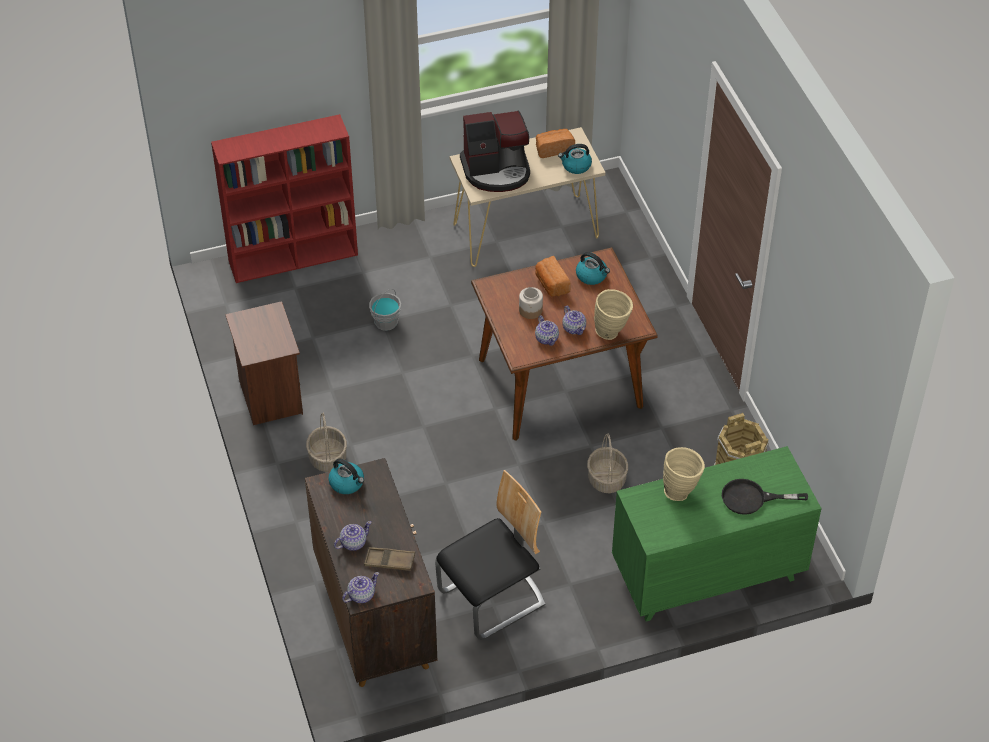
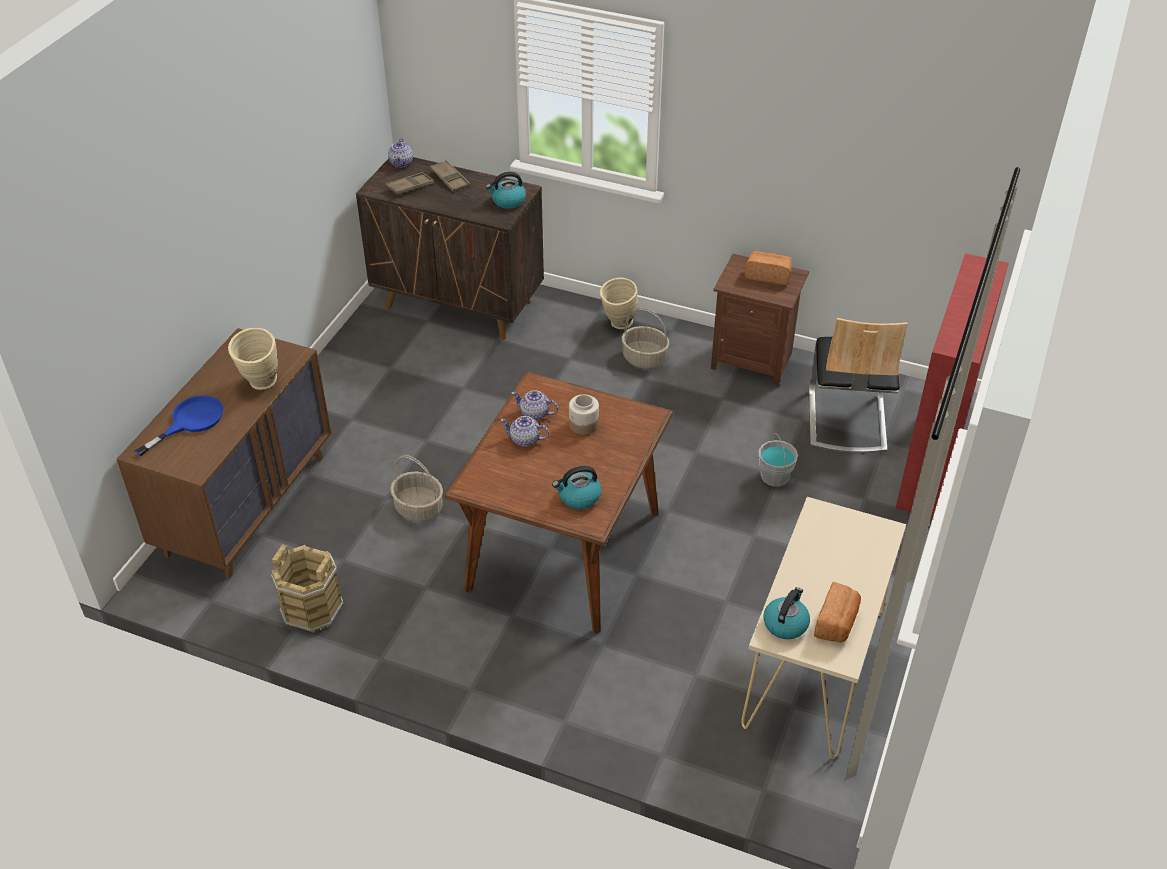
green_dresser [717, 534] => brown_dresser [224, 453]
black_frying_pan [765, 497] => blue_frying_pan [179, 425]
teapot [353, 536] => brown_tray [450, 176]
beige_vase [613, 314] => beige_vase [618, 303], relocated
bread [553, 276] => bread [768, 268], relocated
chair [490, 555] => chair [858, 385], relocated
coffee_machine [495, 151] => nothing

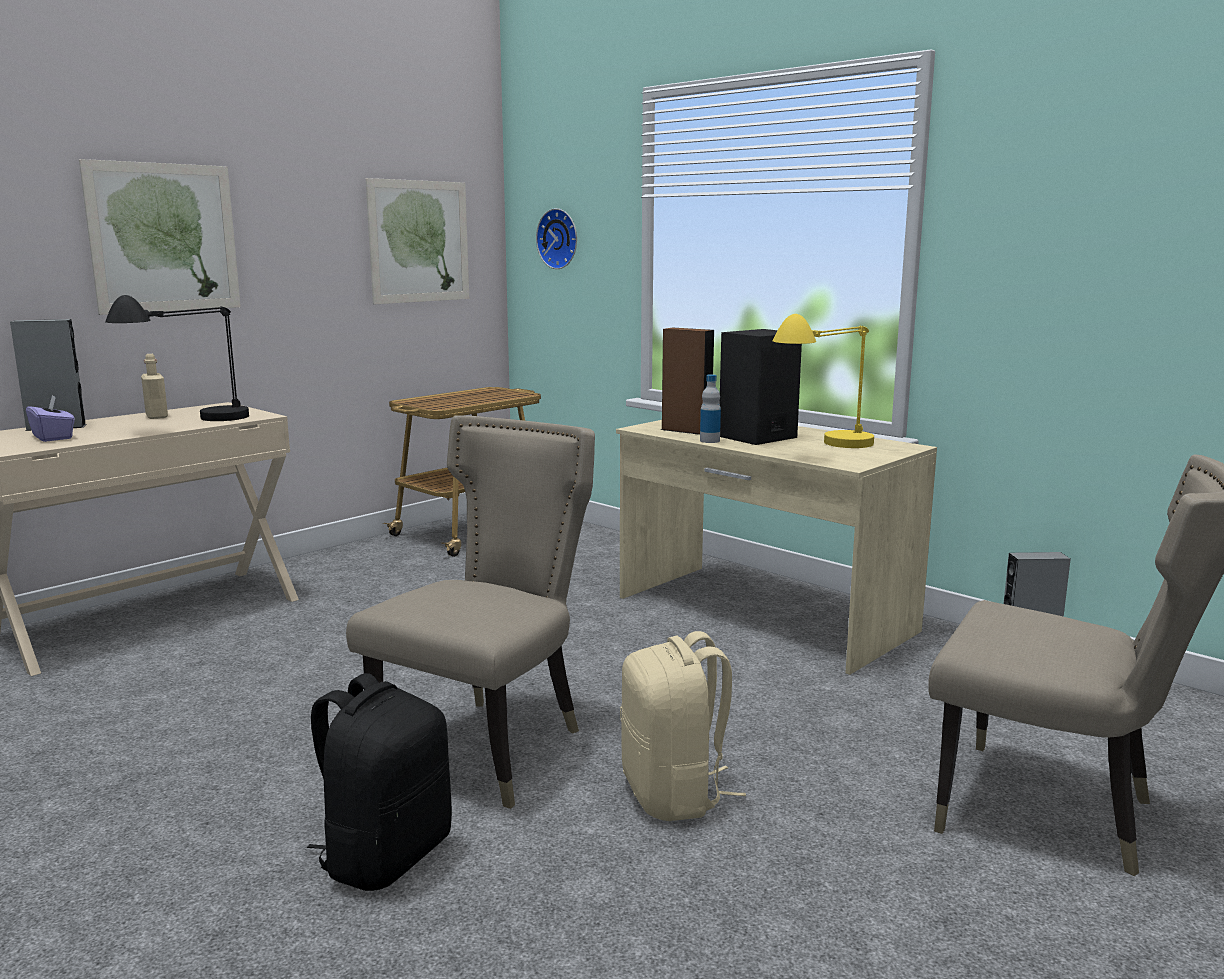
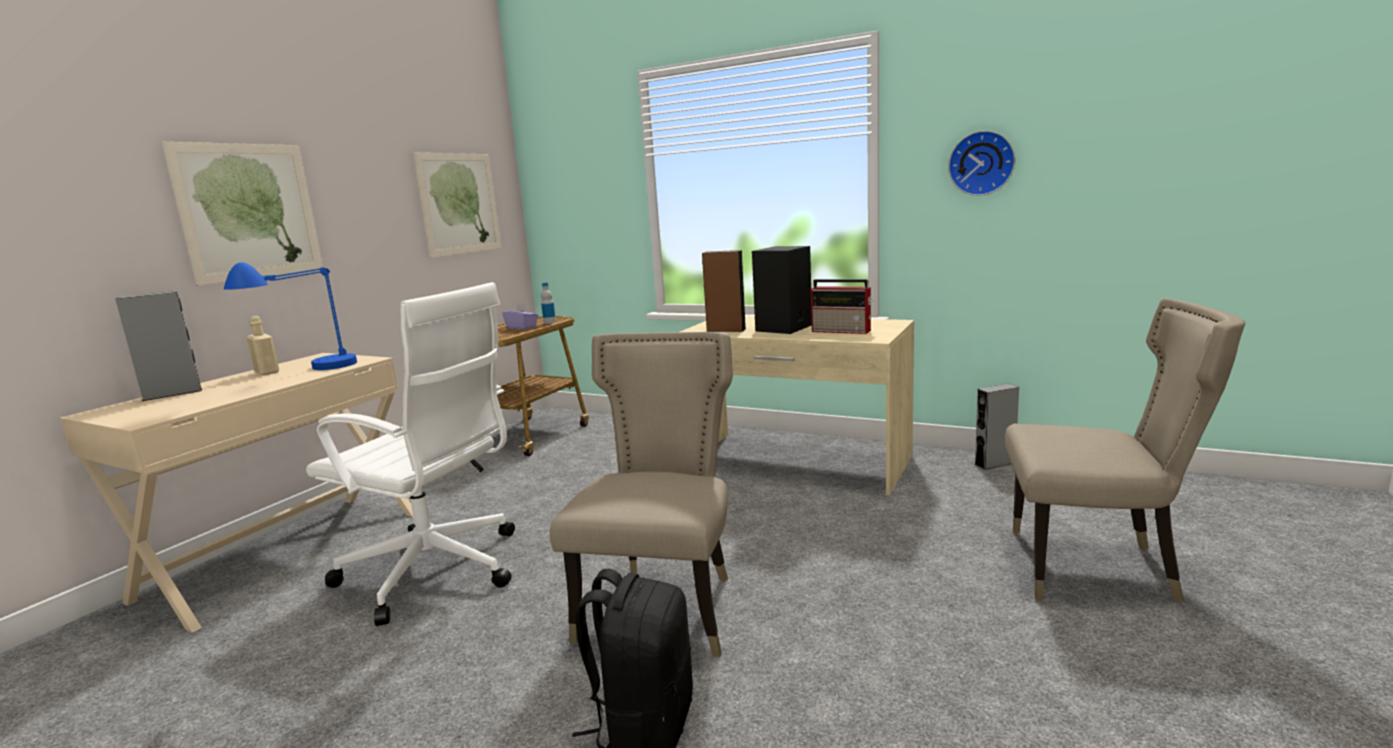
black_table_lamp [177, 358] => blue_table_lamp [290, 316]
nothing => white_office_chair [410, 454]
purple_tissue_box [50, 418] => purple_tissue_box [520, 316], relocated
bottle [710, 408] => bottle [548, 303], relocated
yellow_table_lamp [823, 381] => radio [842, 306]
wall_clock [556, 238] => wall_clock [981, 163], relocated
beige_backpack [683, 726] => nothing

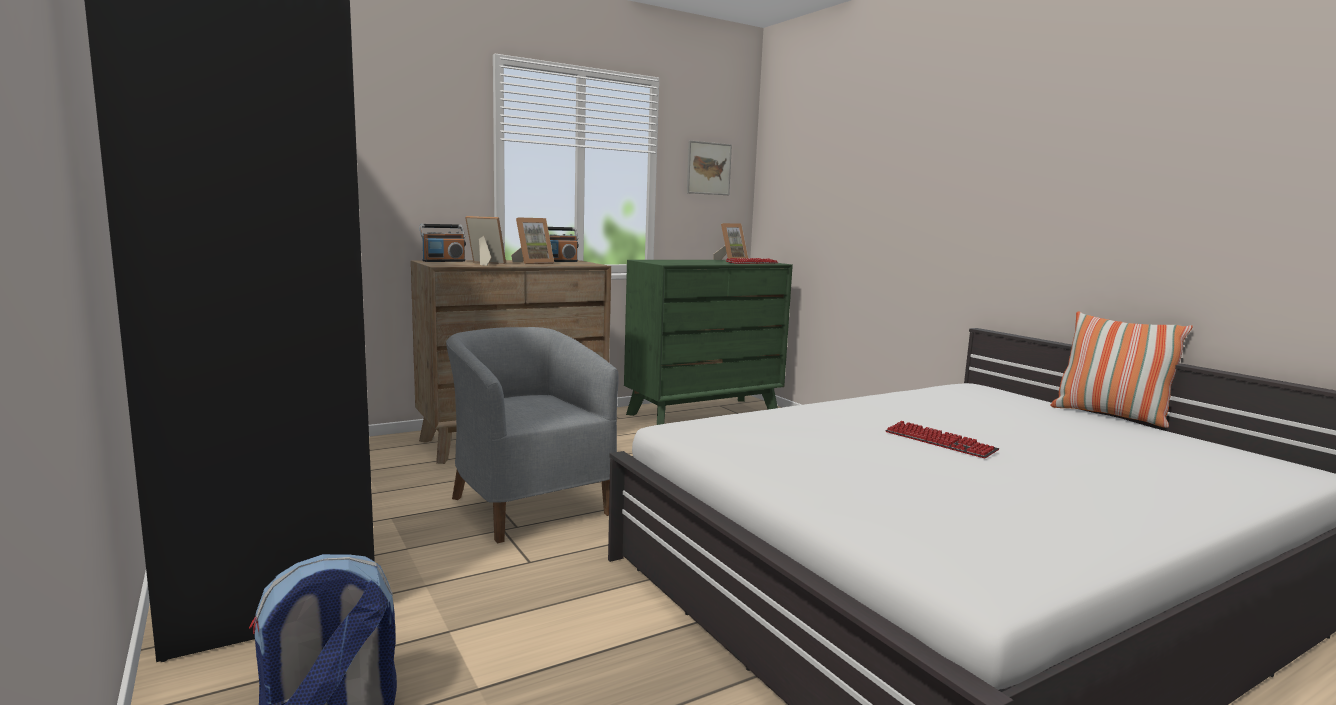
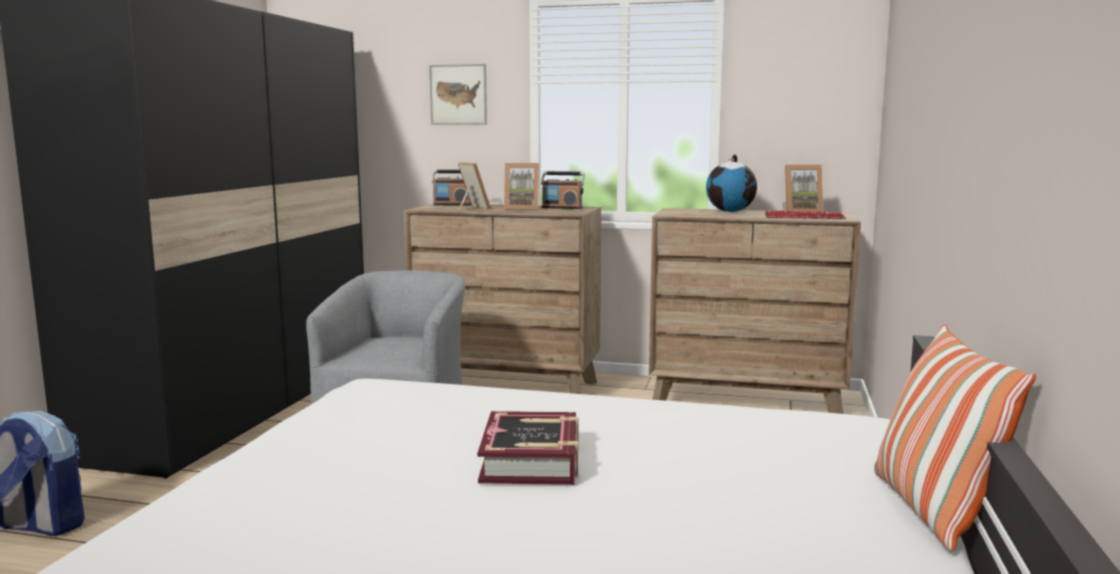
picture [709, 167] => picture [458, 94], relocated
keyboard [942, 439] => book [528, 448]
green_dresser [708, 342] => brown_dresser [755, 311]
nothing => globe [731, 183]

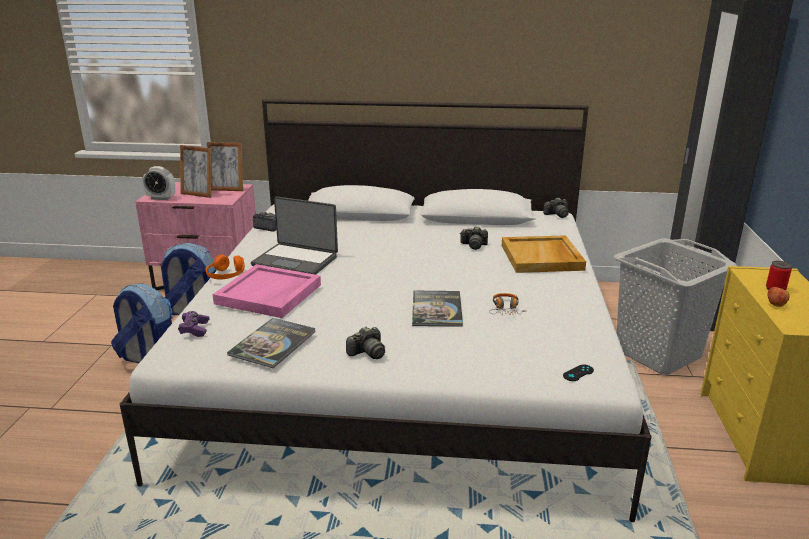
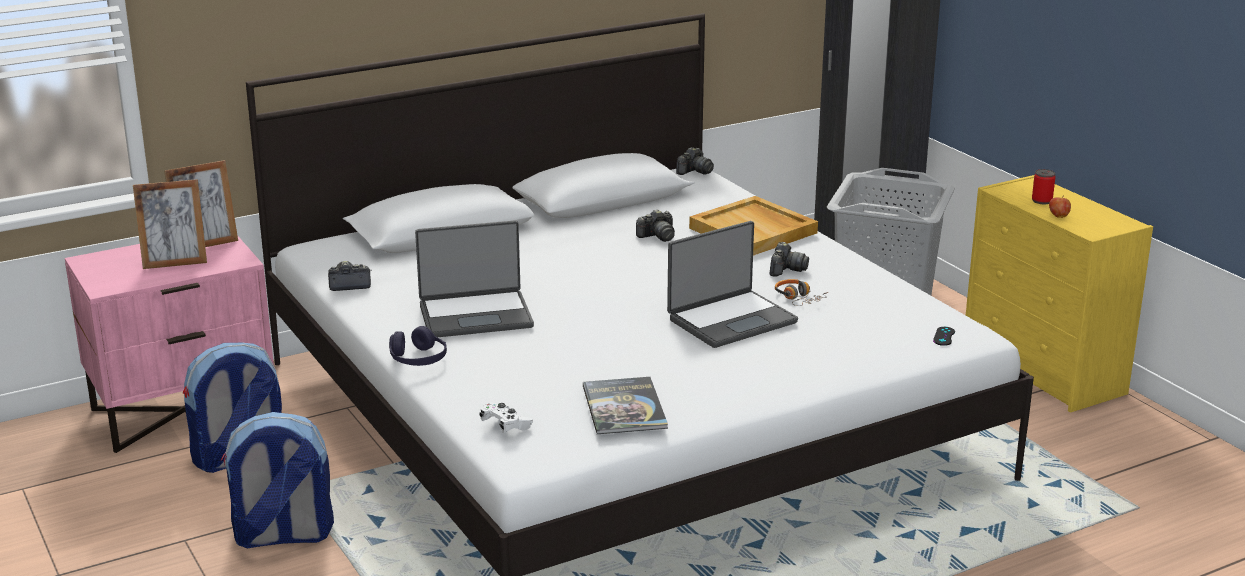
orange_headphones [225, 267] => purple_headphones [418, 346]
purple_game_controller [194, 324] => white_game_controller [506, 418]
book [437, 309] => laptop [732, 284]
photo_camera [365, 342] => photo_camera [789, 259], relocated
alarm_clock [158, 183] => nothing
pink_tray [267, 291] => nothing

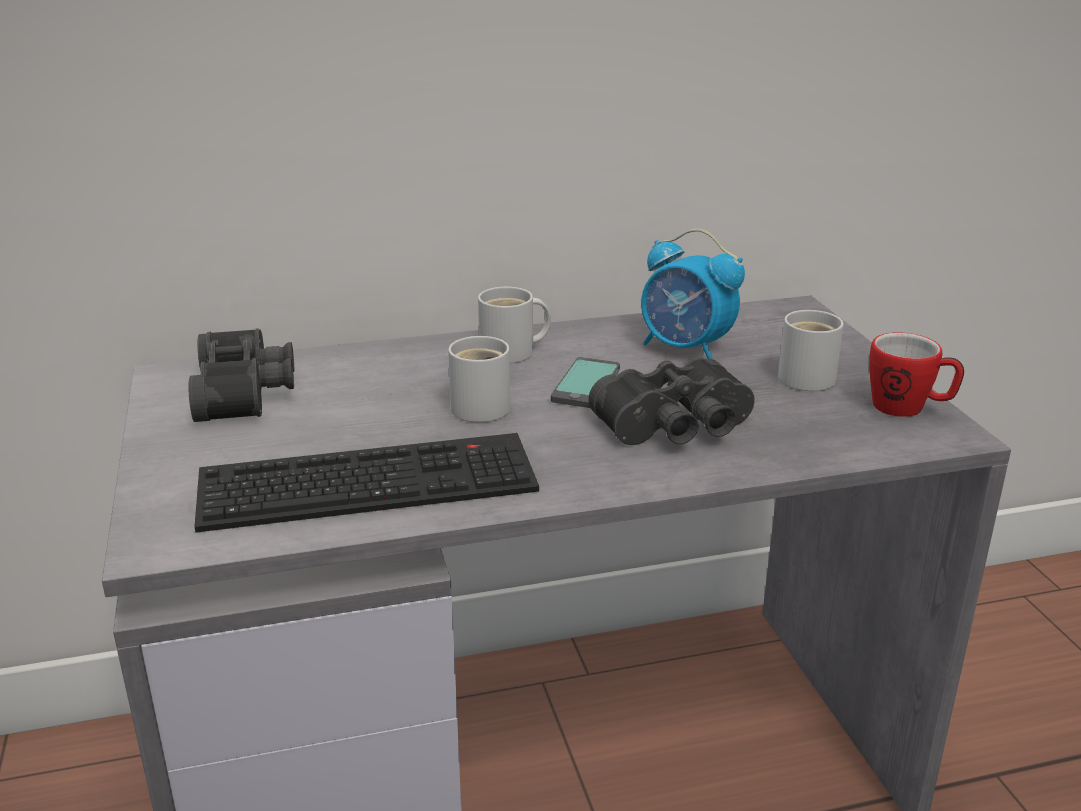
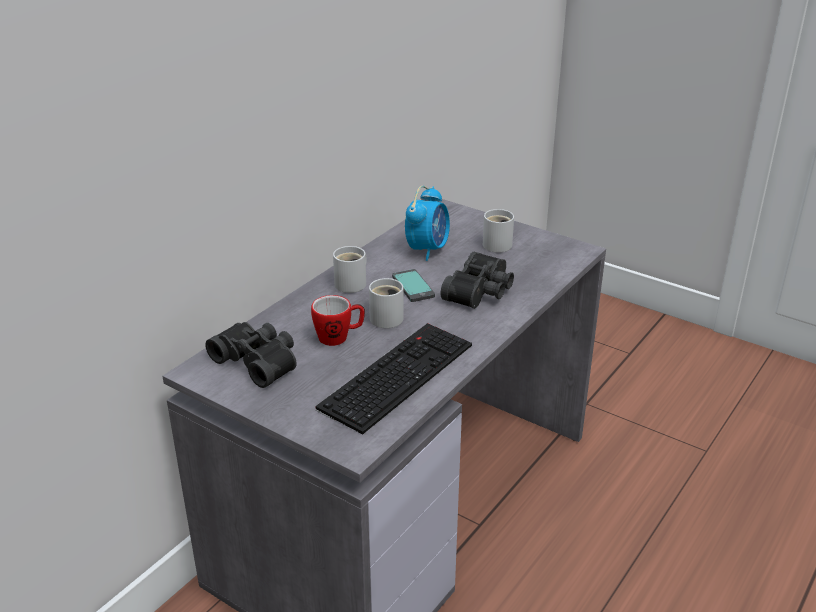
mug [916, 374] => mug [338, 320], relocated
alarm_clock [693, 294] => alarm_clock [427, 223], 60 degrees counterclockwise

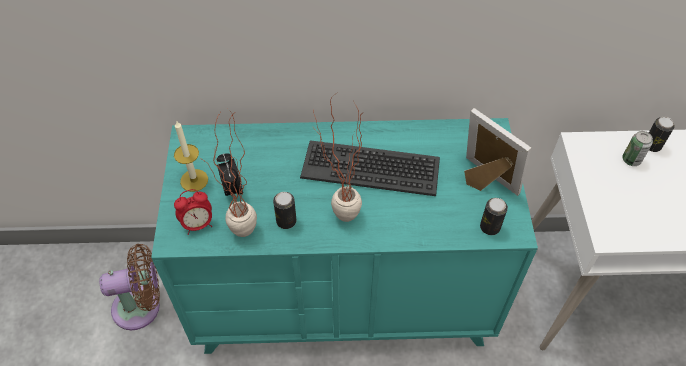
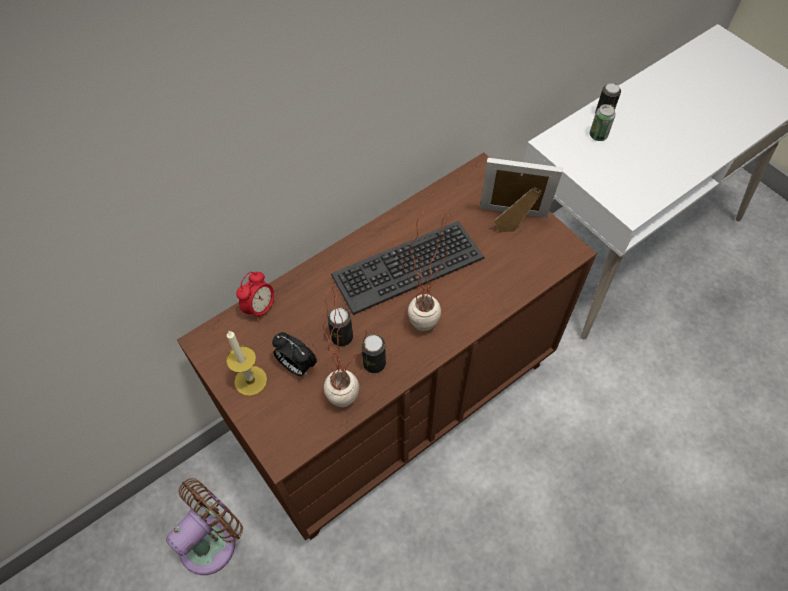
turquoise_dresser [344, 236] => brown_dresser [387, 346]
alarm_clock [193, 212] => alarm_clock [255, 296], relocated
can [494, 216] => can [340, 327], relocated

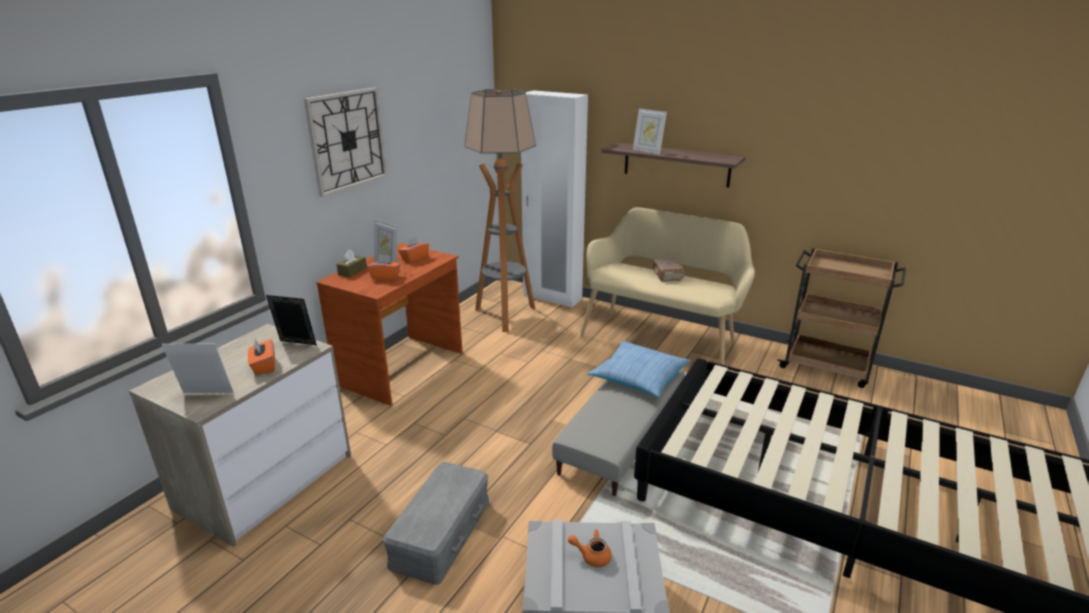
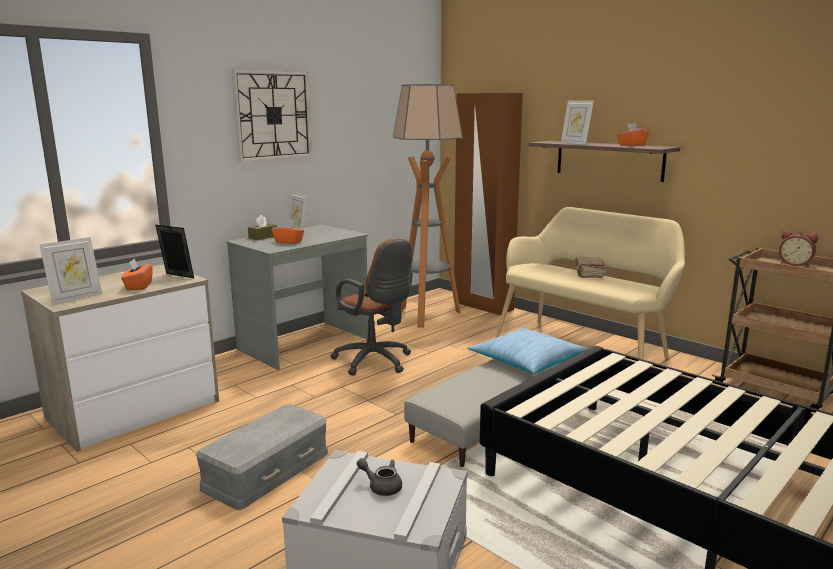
picture_frame [197, 368] => picture_frame [70, 270], 120 degrees clockwise
brown_desk [389, 324] => grey_desk [297, 297]
nothing => brown_office_chair [371, 307]
orange_teapot [590, 548] => grey_teapot [379, 477]
white_wardrobe [554, 199] => brown_wardrobe [488, 204]
orange_tissue_box [413, 249] => orange_tissue_box [633, 134], relocated
nothing => alarm_clock [798, 248]

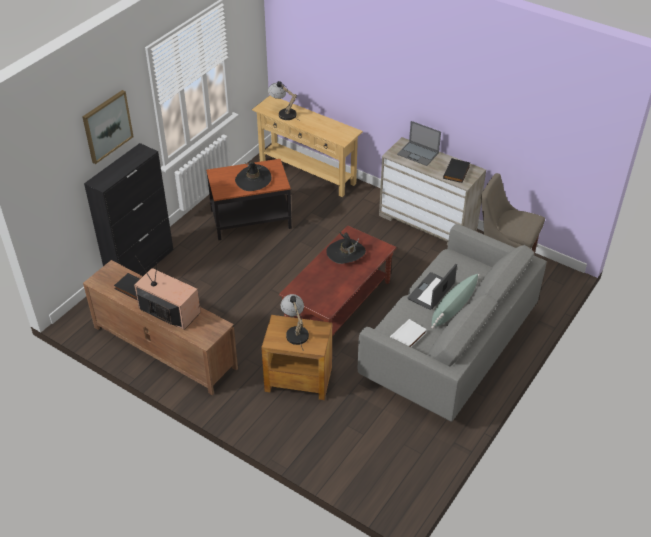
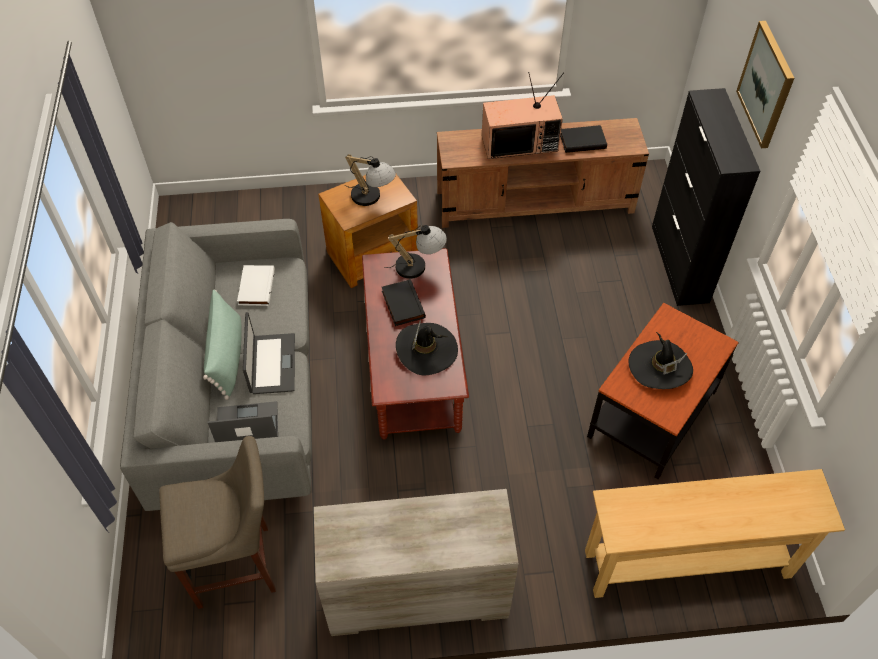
laptop [419, 143] => laptop [243, 421], relocated
black_book [456, 170] => black_book [404, 302], relocated
table_lamp [282, 100] => table_lamp [415, 252], relocated

